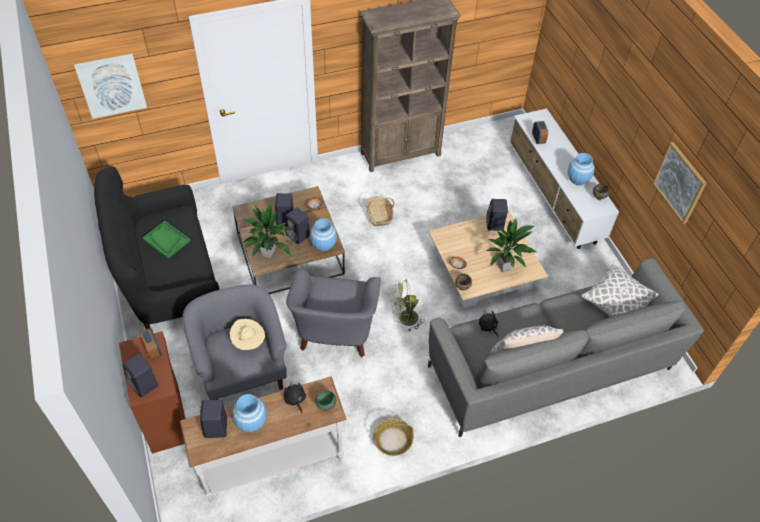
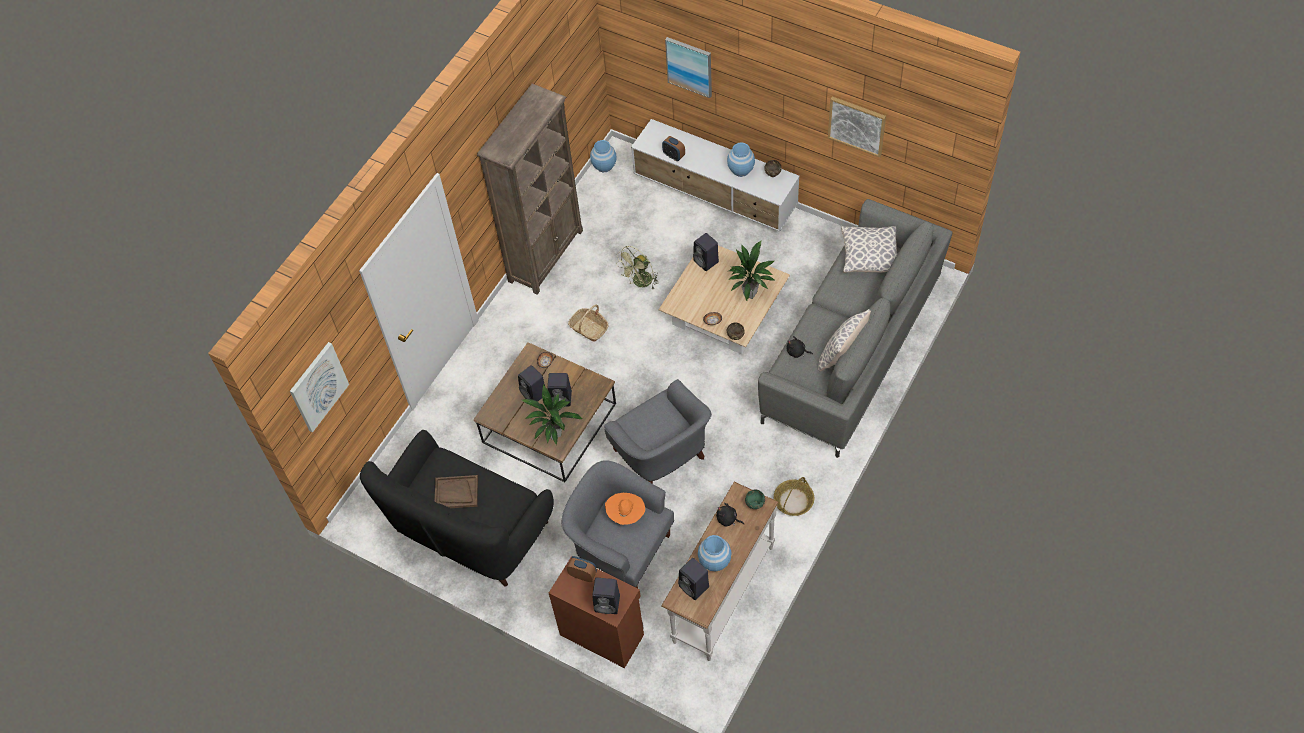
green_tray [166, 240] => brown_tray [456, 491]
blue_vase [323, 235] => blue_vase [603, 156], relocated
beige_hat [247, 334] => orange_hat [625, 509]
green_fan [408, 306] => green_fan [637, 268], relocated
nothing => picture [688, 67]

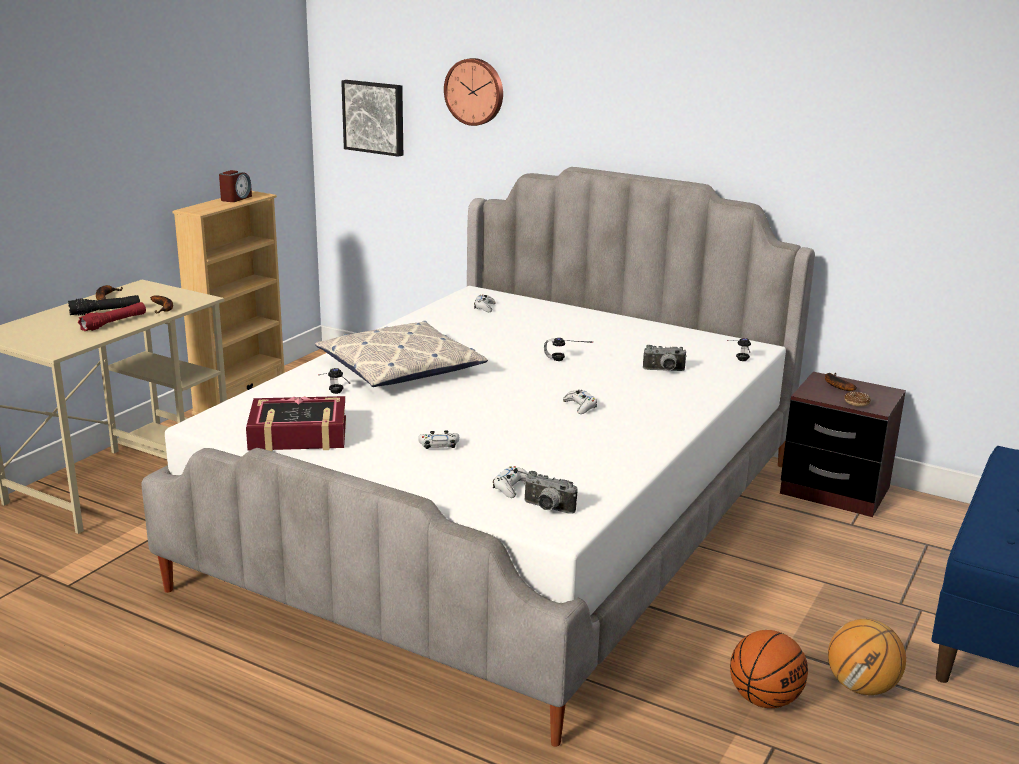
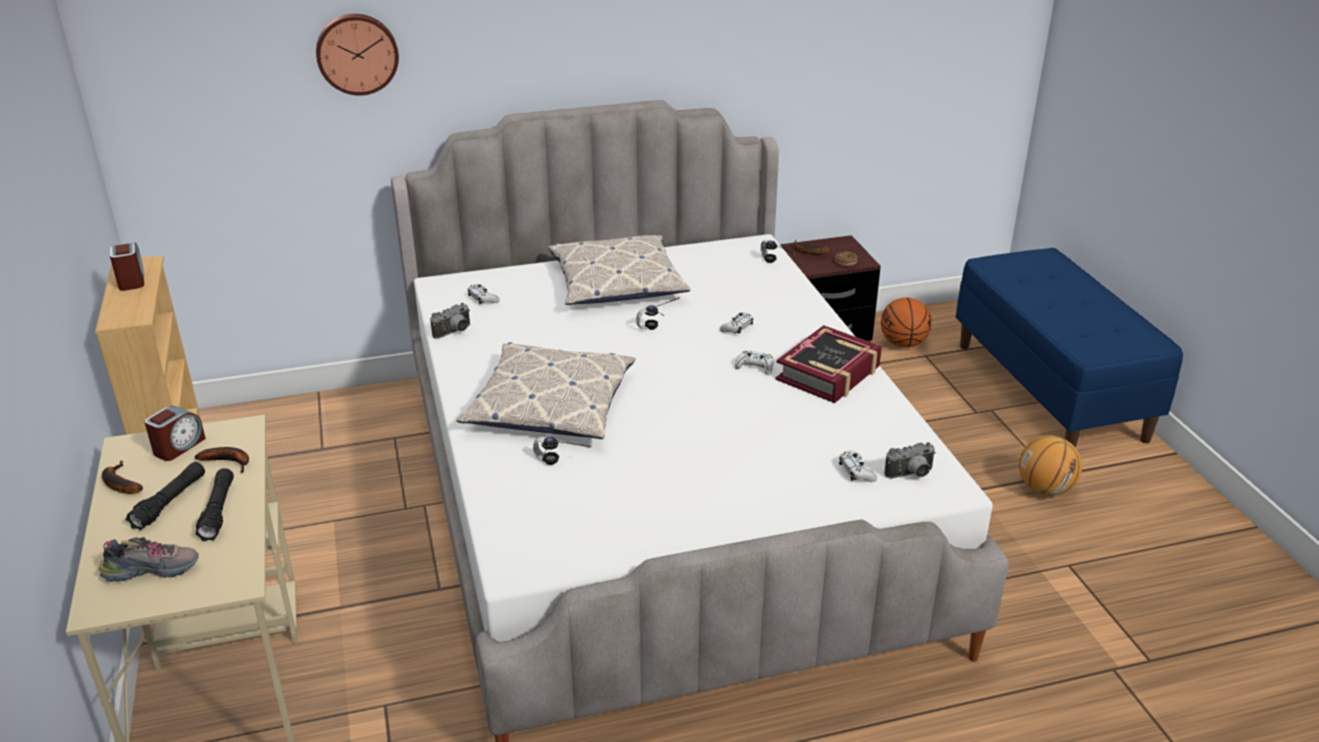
nothing => shoe [149, 559]
nothing => alarm_clock [175, 433]
red_flashlight [112, 316] => black_flashlight [214, 504]
photo_camera [665, 358] => photo_camera [450, 321], relocated
nothing => pillow [619, 270]
white_game_controller [438, 439] => white_game_controller [736, 323], relocated
book [296, 424] => book [828, 364], relocated
basketball [769, 669] => basketball [906, 322], relocated
picture [372, 118] => nothing

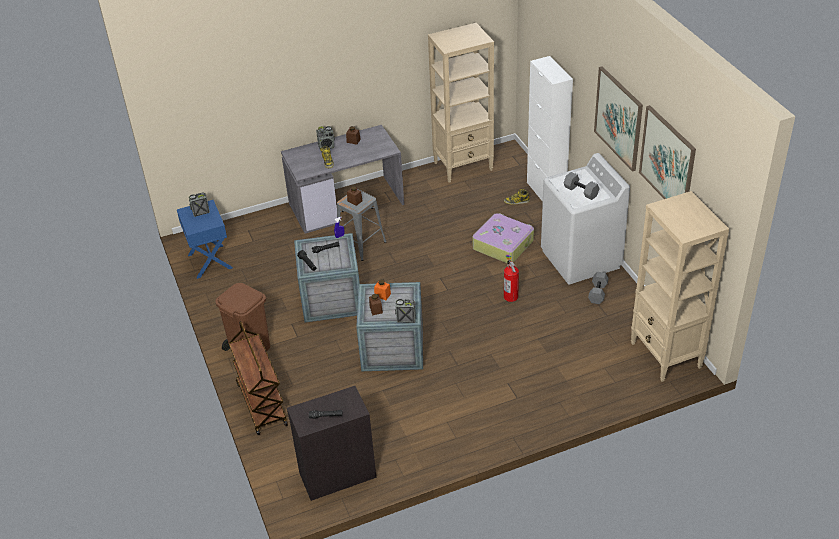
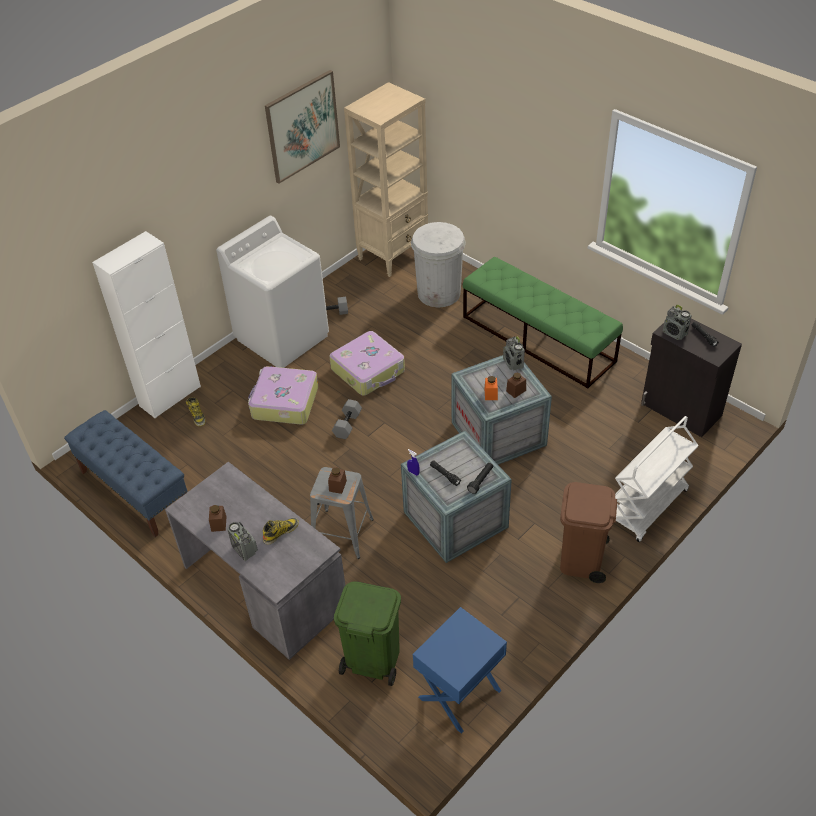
beige_bookcase [461, 102] => blue_bench [125, 473]
fire_extinguisher [511, 281] => suitcase [367, 363]
grey_dumbbell [582, 186] => grey_dumbbell [347, 419], relocated
nothing => green_trash_can [367, 633]
nothing => white_trash_can [438, 265]
nothing => green_bench [543, 323]
brown_cart [258, 378] => white_cart [657, 479]
radio [199, 204] => radio [677, 322], relocated
picture [618, 119] => nothing

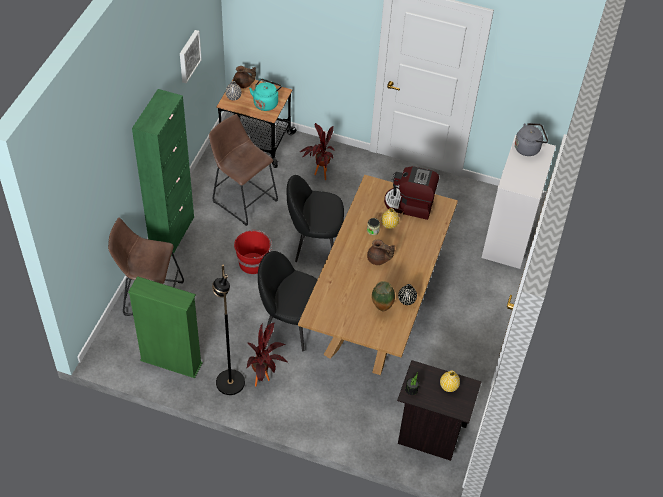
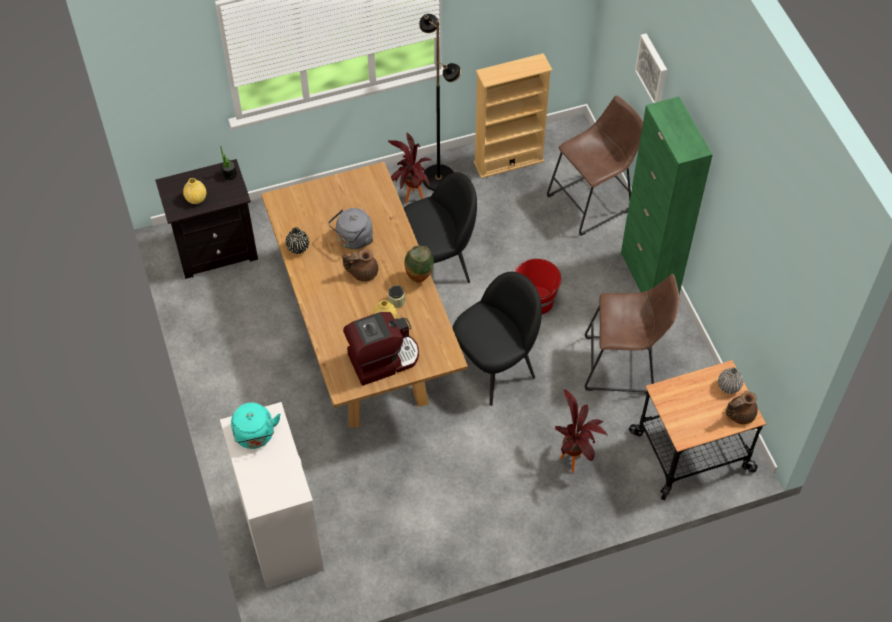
turquoise_kettle [265, 95] => turquoise_kettle [256, 426], relocated
grey_kettle [531, 139] => grey_kettle [350, 228], relocated
vase [383, 296] => vase [419, 264], relocated
green_bookcase [165, 327] => beige_bookcase [513, 115]
picture [191, 56] => picture [651, 68], relocated

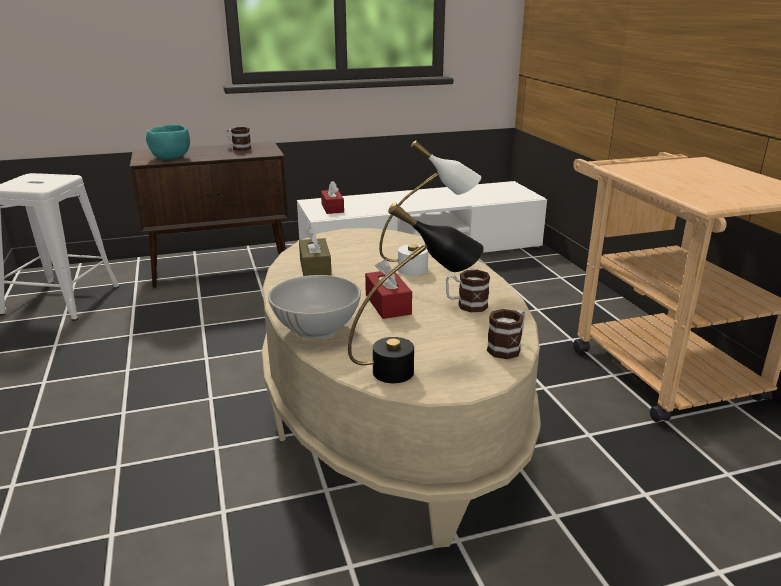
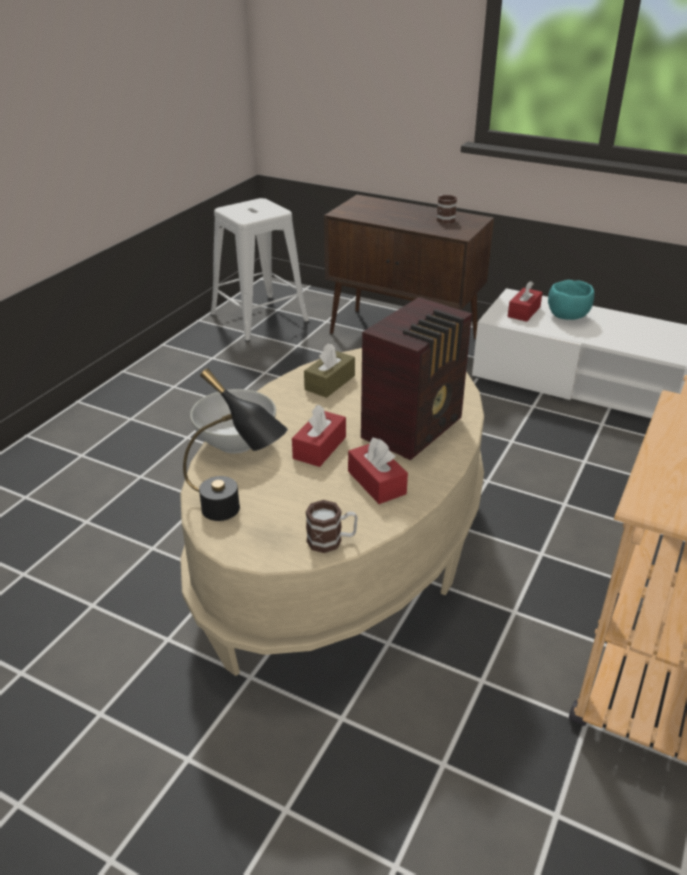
mug [468, 291] => red_tissue_box [378, 470]
white_table_lamp [430, 208] => radio [416, 378]
turquoise_bowl [168, 142] => turquoise_bowl [571, 300], relocated

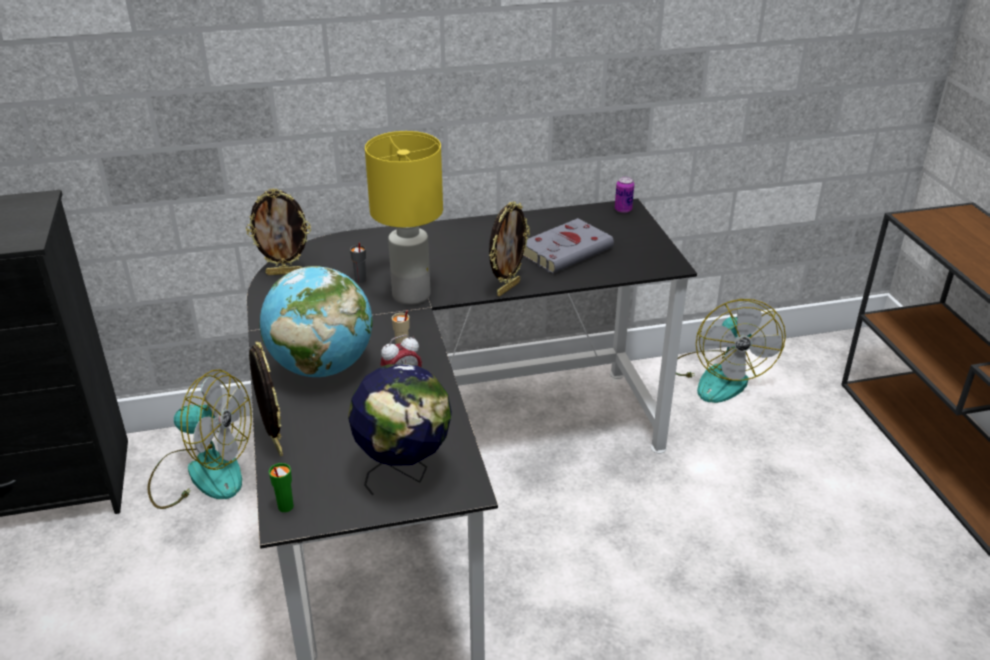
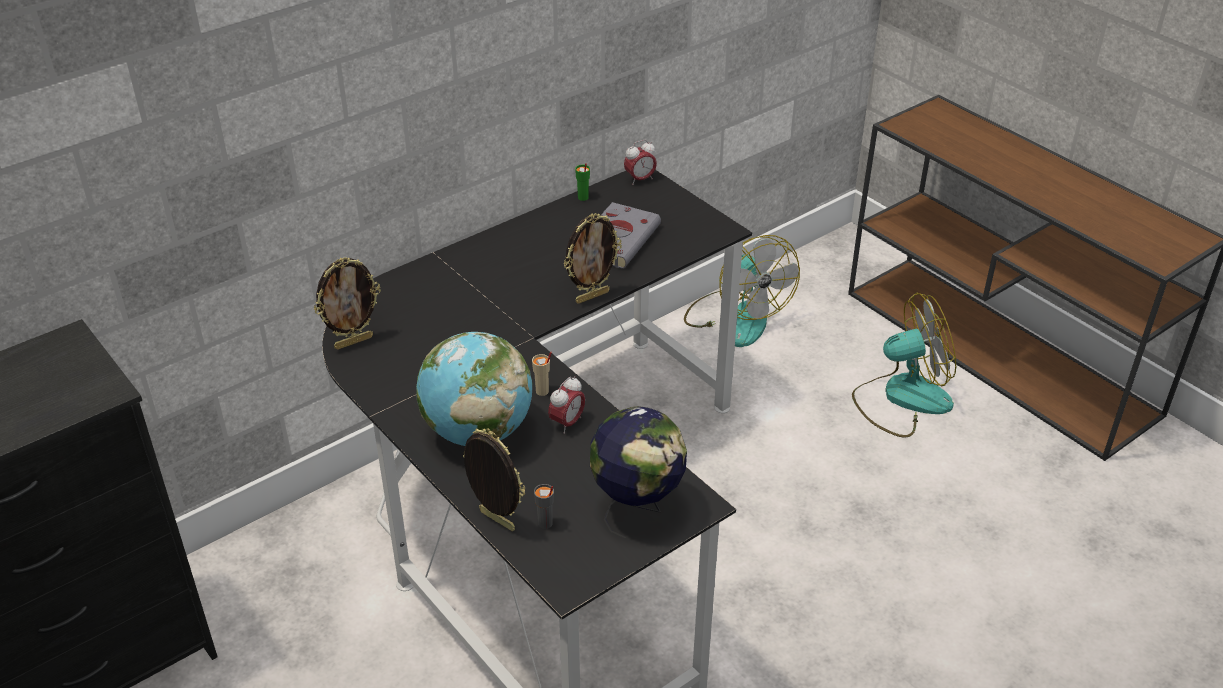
grey_cup [358, 262] => grey_cup [544, 506], relocated
picture_frame [509, 248] => picture_frame [592, 258], 45 degrees clockwise
green_cup [281, 487] => green_cup [582, 182], relocated
can [624, 195] => alarm_clock [640, 162]
fan [199, 439] => fan [904, 365], relocated
yellow_table_lamp [404, 218] => nothing

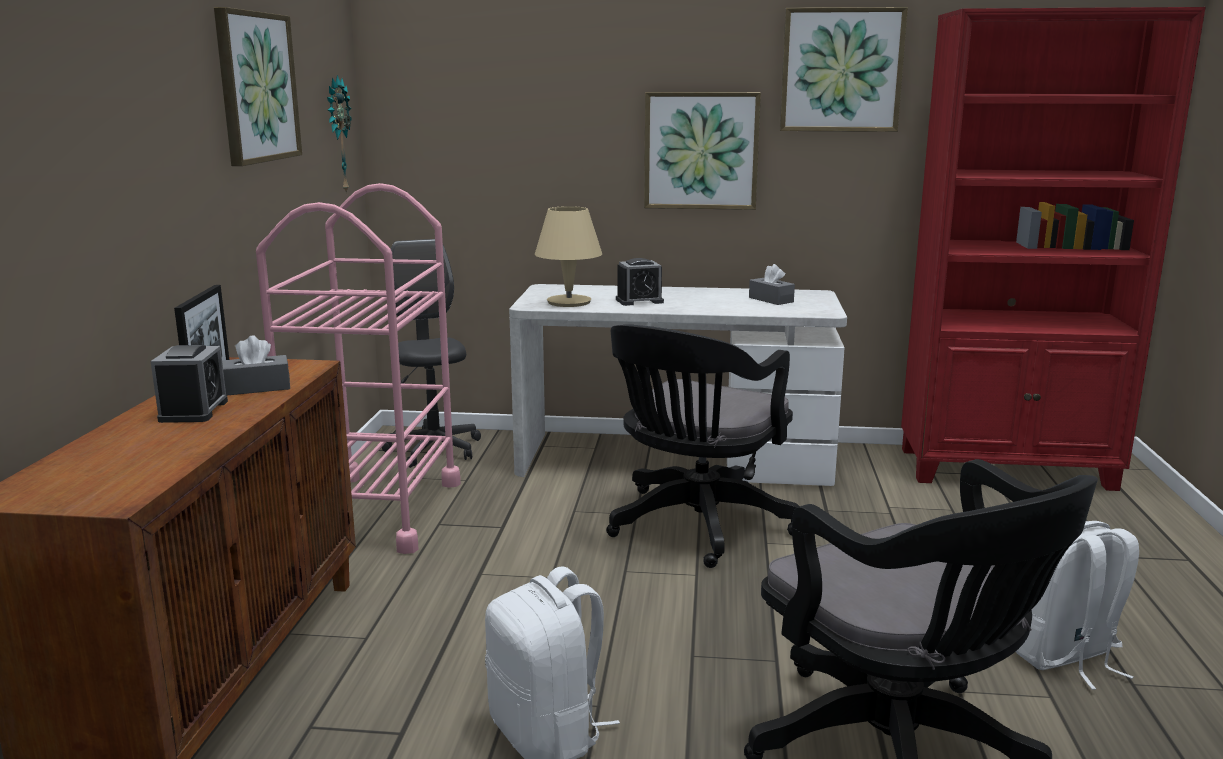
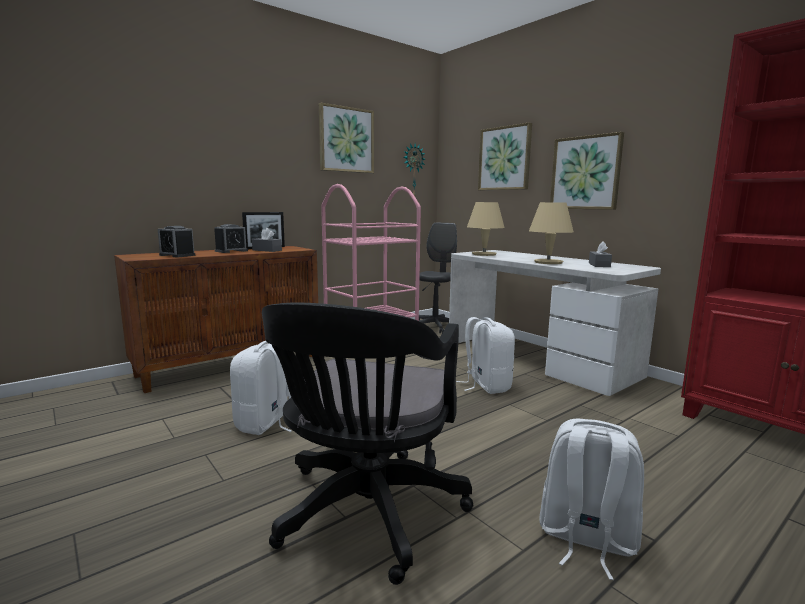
alarm_clock [640, 282] => alarm_clock [176, 241], relocated
black_office_chair [702, 446] => white_backpack [485, 355]
picture [844, 69] => picture [505, 156], relocated
nothing => beige_table_lamp [551, 233]

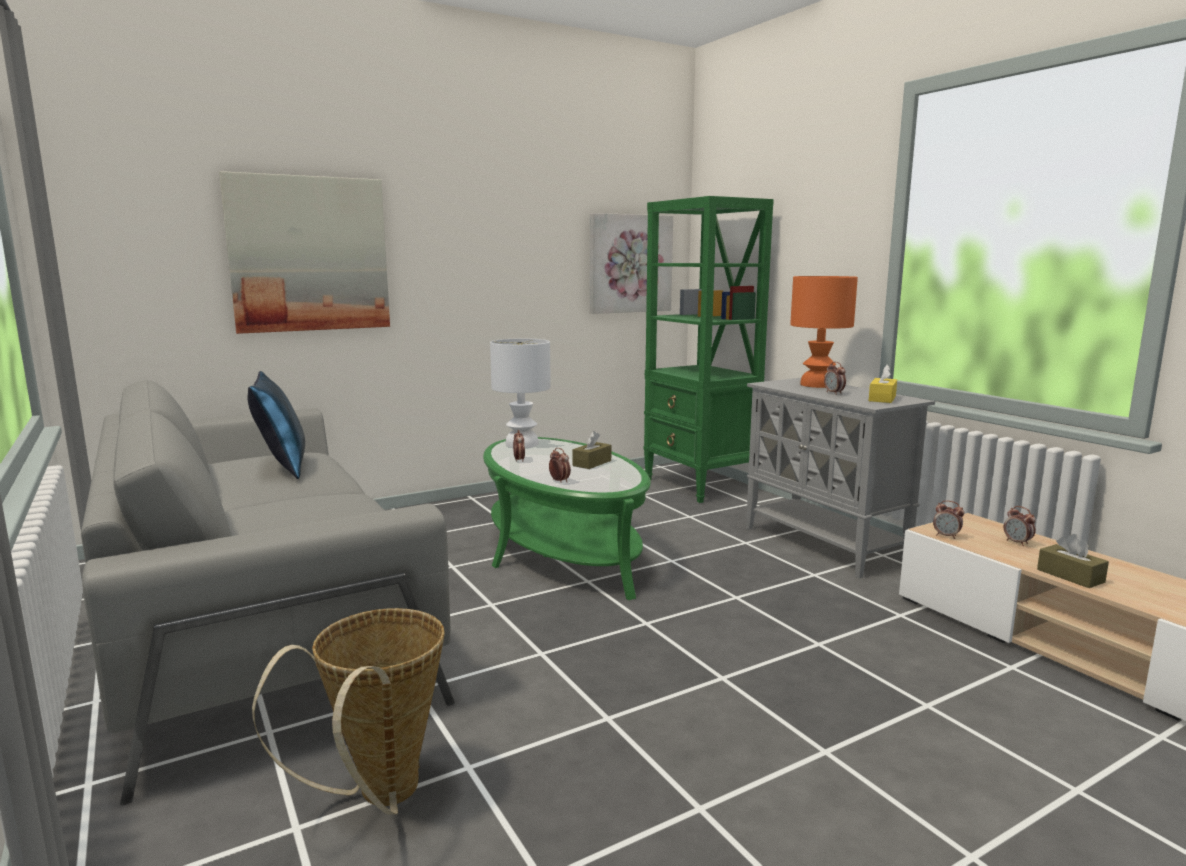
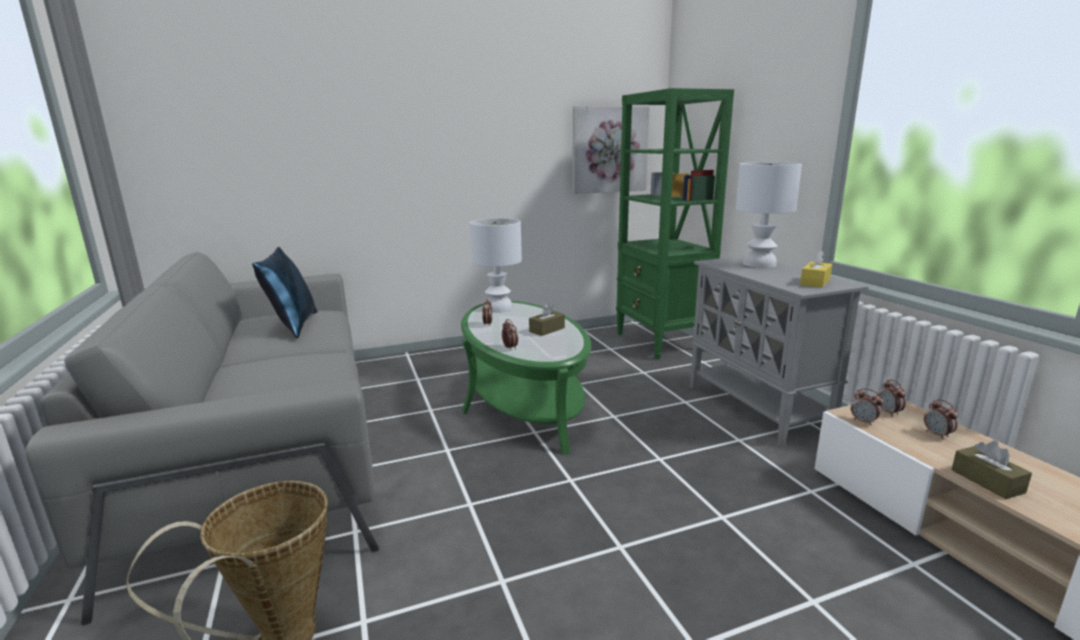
orange_table_lamp [824, 332] => white_table_lamp [769, 215]
alarm_clock [835, 378] => alarm_clock [892, 398], relocated
picture [304, 252] => nothing

